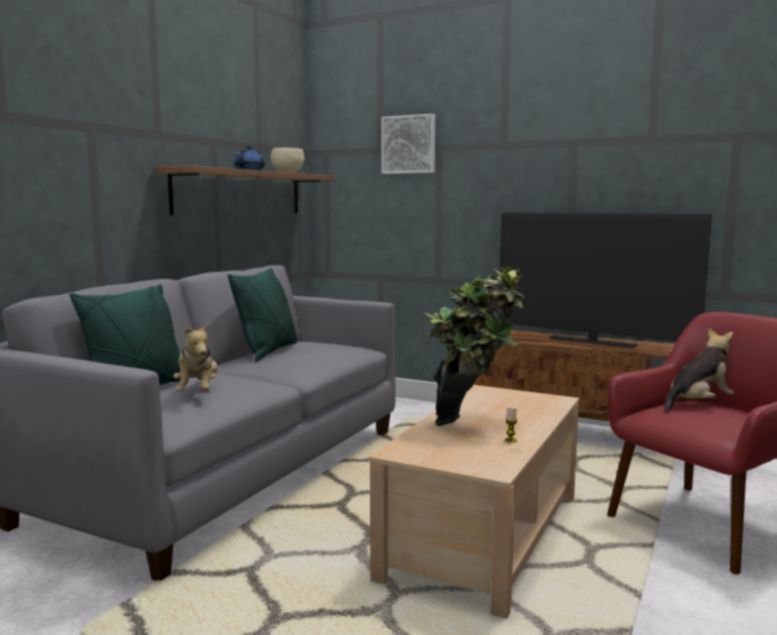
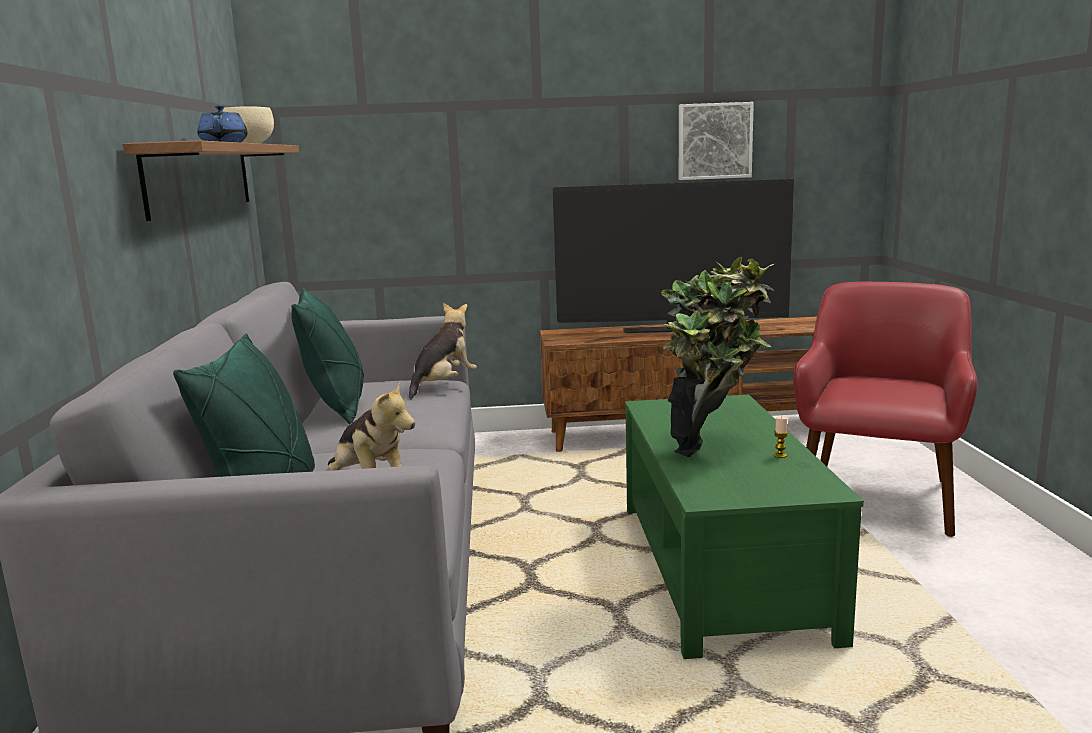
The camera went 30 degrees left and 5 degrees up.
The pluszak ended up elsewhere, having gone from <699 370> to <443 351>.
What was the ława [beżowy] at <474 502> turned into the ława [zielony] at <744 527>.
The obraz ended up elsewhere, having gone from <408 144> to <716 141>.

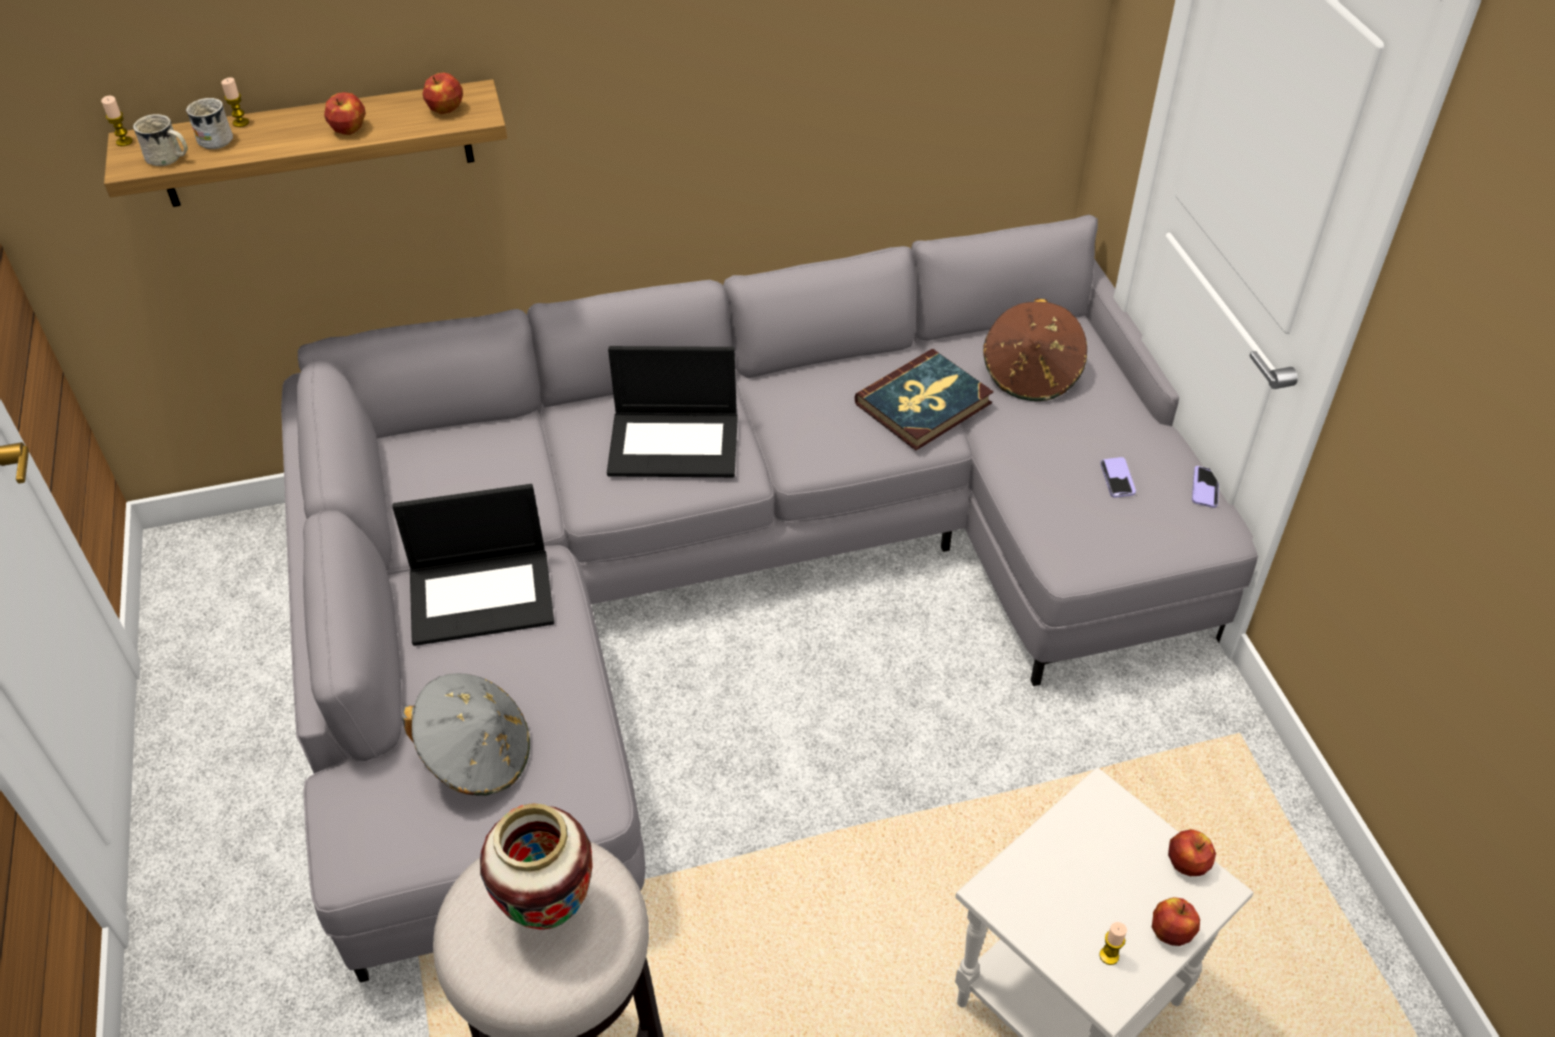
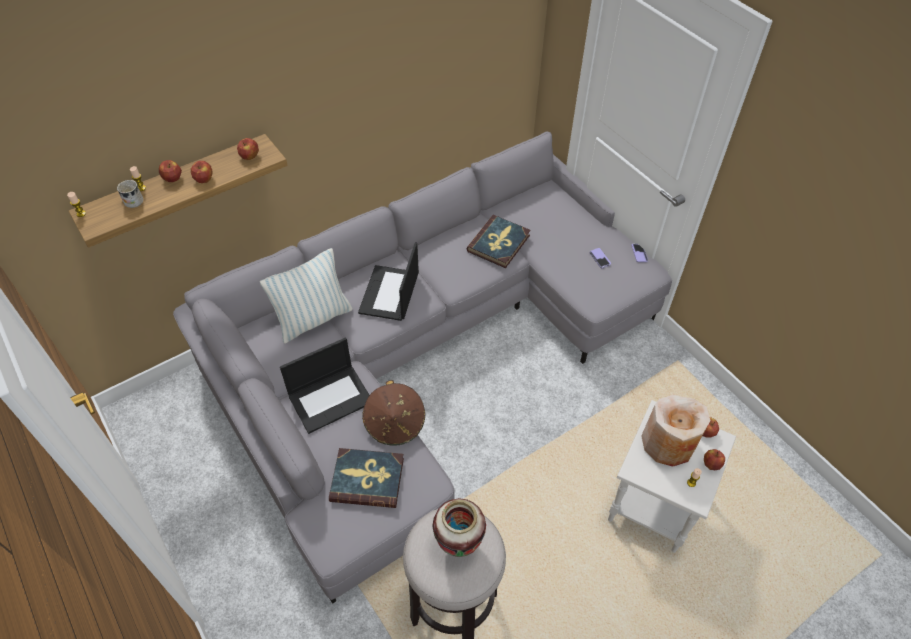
The camera went 20 degrees left and 5 degrees up.
The second view gained the jabłko at <170 171>.
The second view gained the poduszka at <306 296>.
Where the kapelusz [szary] stood at <466 734>, the książka came to stand at <366 478>.
The laptop at <672 411> ended up facing another way, 120 degrees clockwise from before.
The kapelusz [brązowy] ended up elsewhere, having gone from <1035 349> to <393 413>.
The second view gained the wazon [beżowy] at <676 431>.
The second view lost the kubek [biały] at <160 140>.

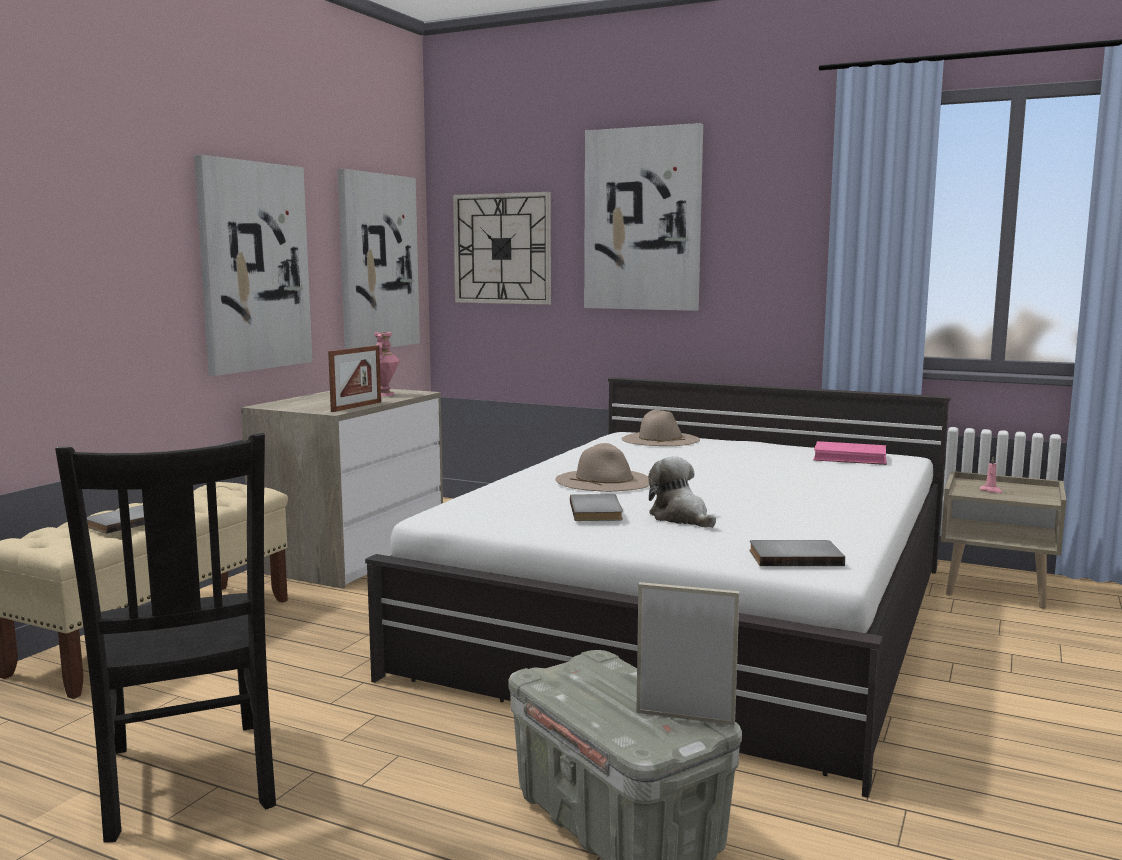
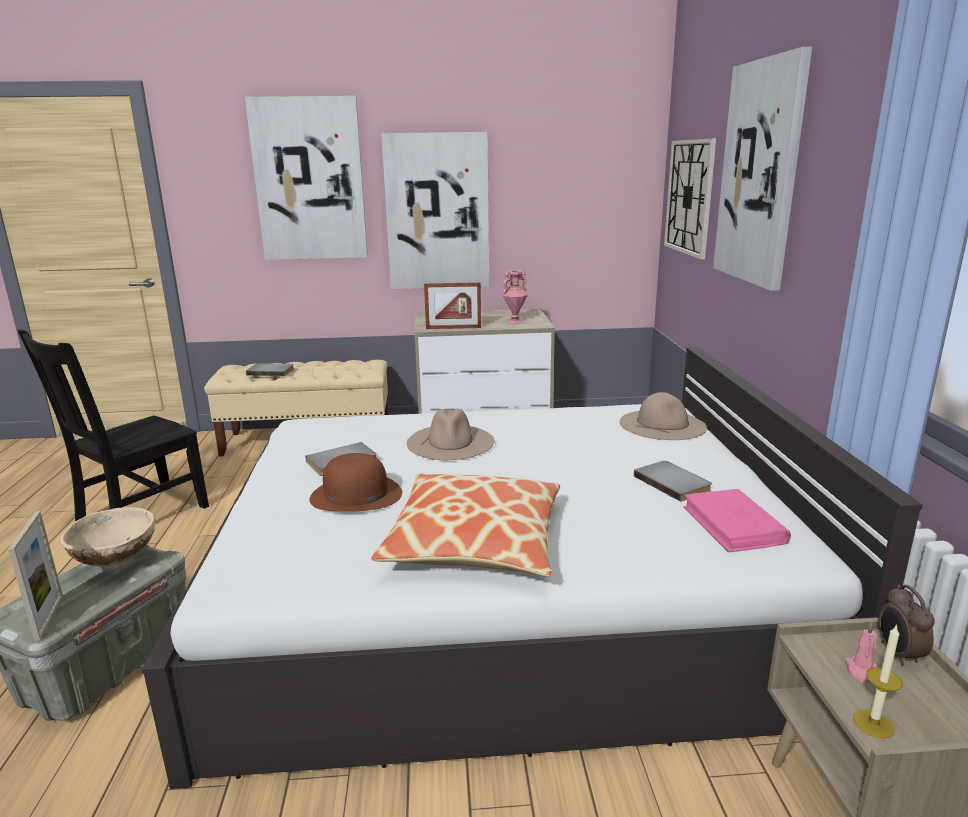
The camera went 60 degrees right and 10 degrees up.
The second view gained the miska [beżowy] at <107 536>.
The obraz ended up elsewhere, having gone from <379 259> to <306 178>.
Where the pluszak stood at <682 492>, the kapelusz [brązowy] came to stand at <355 482>.
The second view gained the poduszka at <465 525>.
The książka [szary] ended up elsewhere, having gone from <797 553> to <673 481>.
The second view gained the świeca at <878 681>.
The second view gained the budzik at <906 625>.

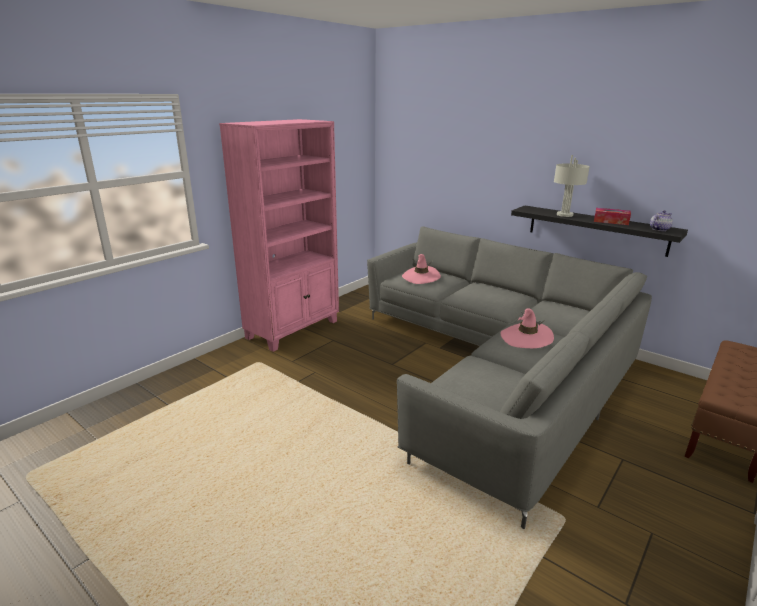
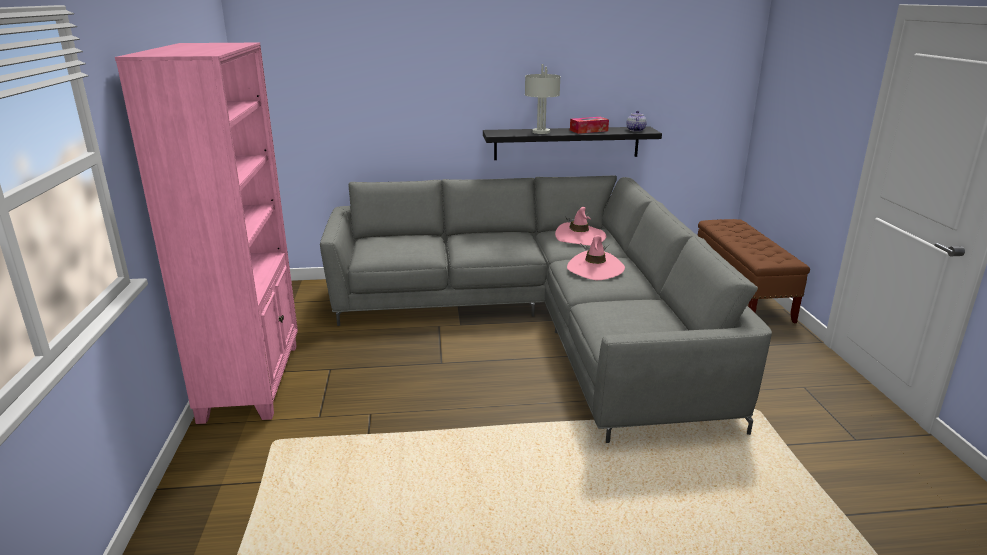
The camera went 45 degrees left and 0 degrees up.
The kapelusz [różowy] ended up elsewhere, having gone from <421 269> to <580 226>.

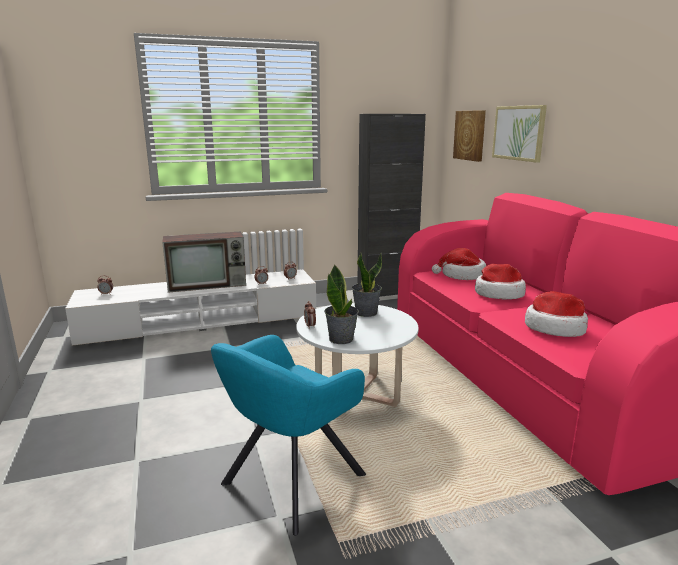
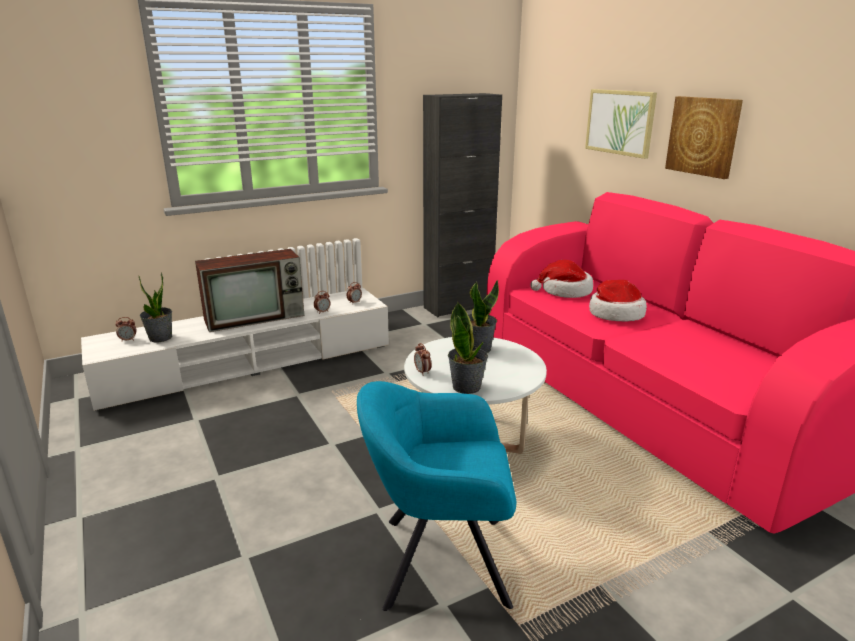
The camera went 10 degrees left and 5 degrees up.
The second view gained the roślina doniczkowa at <155 307>.
The fotel [turkusowy] at <288 435> ended up facing another way, 60 degrees clockwise from before.
The obraz ended up elsewhere, having gone from <469 136> to <704 137>.
The second view lost the kapelusz at <556 314>.

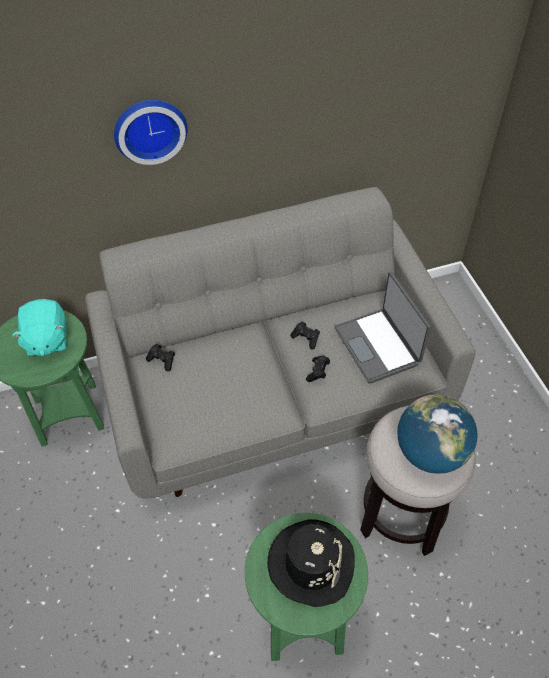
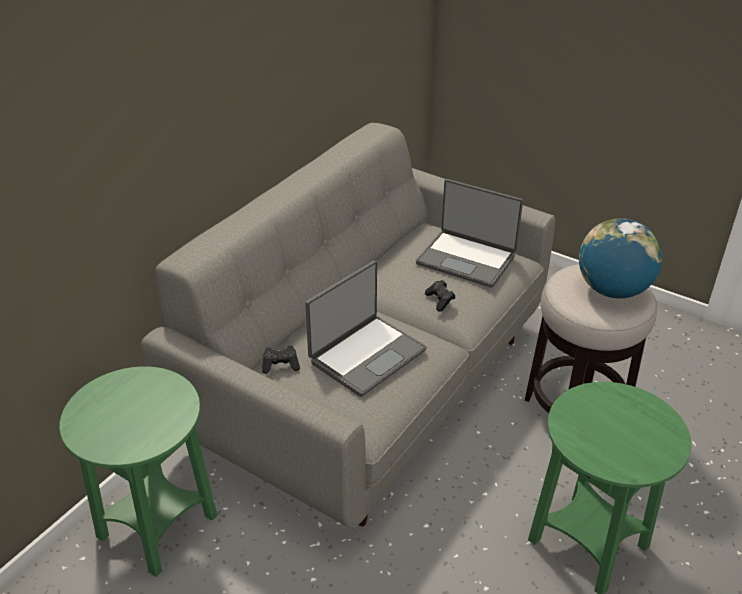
The camera went 40 degrees left and 15 degrees down.
The second view gained the laptop at <366 329>.
The second view lost the pluszak [turkusowy] at <39 327>.
The second view lost the zegar ścienny at <151 132>.
The second view lost the kapelusz [czarny] at <311 563>.
The second view lost the pad do gier [czarny] at <305 335>.

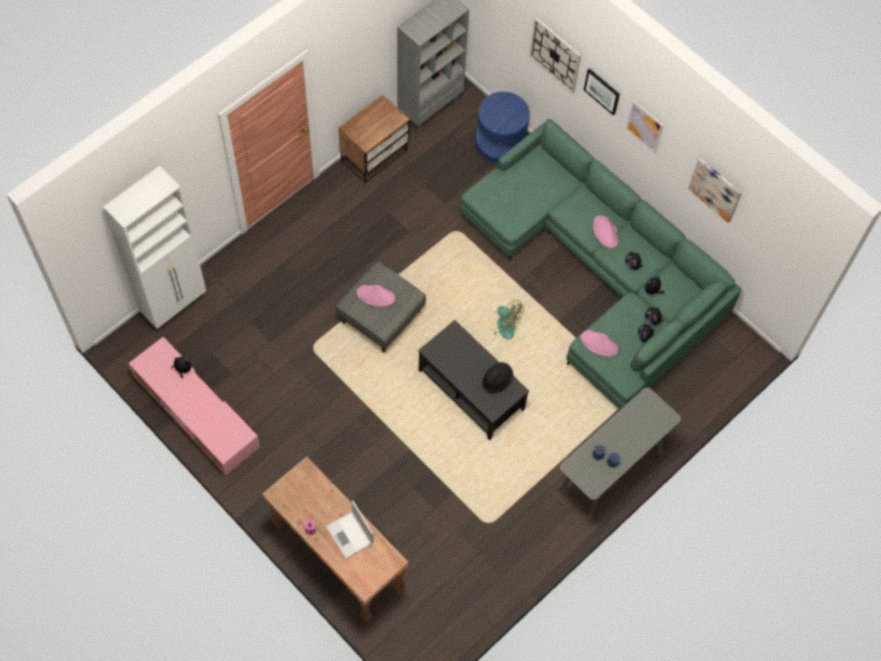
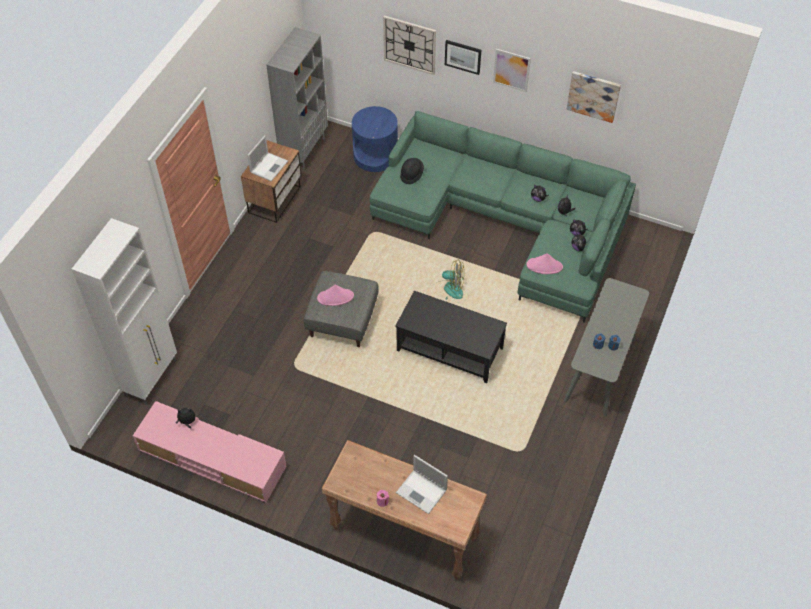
The camera went 20 degrees left and 10 degrees down.
The second view gained the laptop at <267 158>.
The kapelusz [czarny] ended up elsewhere, having gone from <497 377> to <412 171>.
The second view lost the kapelusz [różowy] at <605 232>.

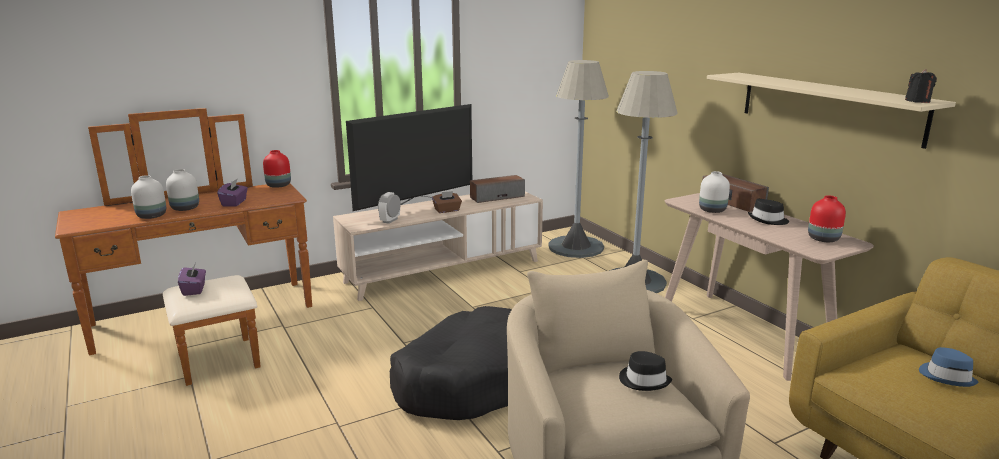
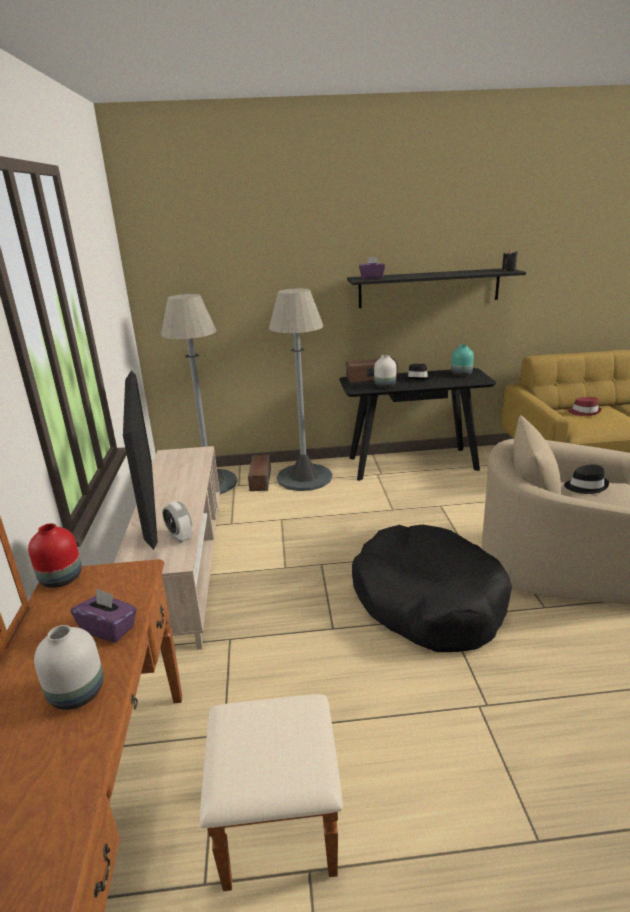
The camera went 65 degrees left and 5 degrees up.
The głośnik ended up elsewhere, having gone from <497 189> to <259 472>.
What was the stolik konsolowy [beżowy] at <769 287> turned into the stolik konsolowy [czarny] at <417 424>.
What was the półka [beżowy] at <831 111> turned into the półka [czarny] at <436 288>.
The pudełko chusteczek [fioletowy] ended up elsewhere, having gone from <192 279> to <372 268>.
What was the wazon [czerwony] at <827 218> turned into the wazon [turkusowy] at <462 361>.
What was the kapelusz [niebieski] at <949 367> turned into the kapelusz [czerwony] at <585 406>.
The second view lost the wazon [biały] at <148 197>.
The second view lost the pudełko chusteczek [brązowy] at <447 202>.

